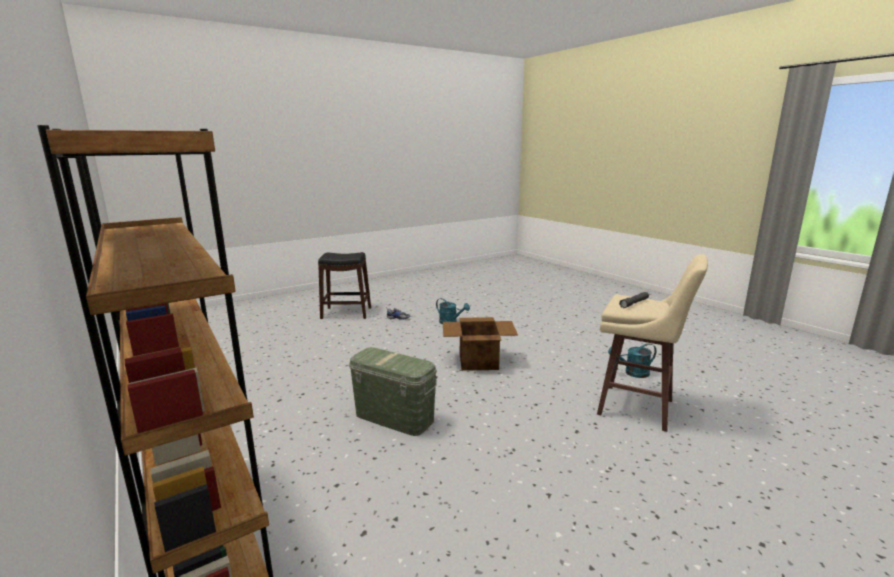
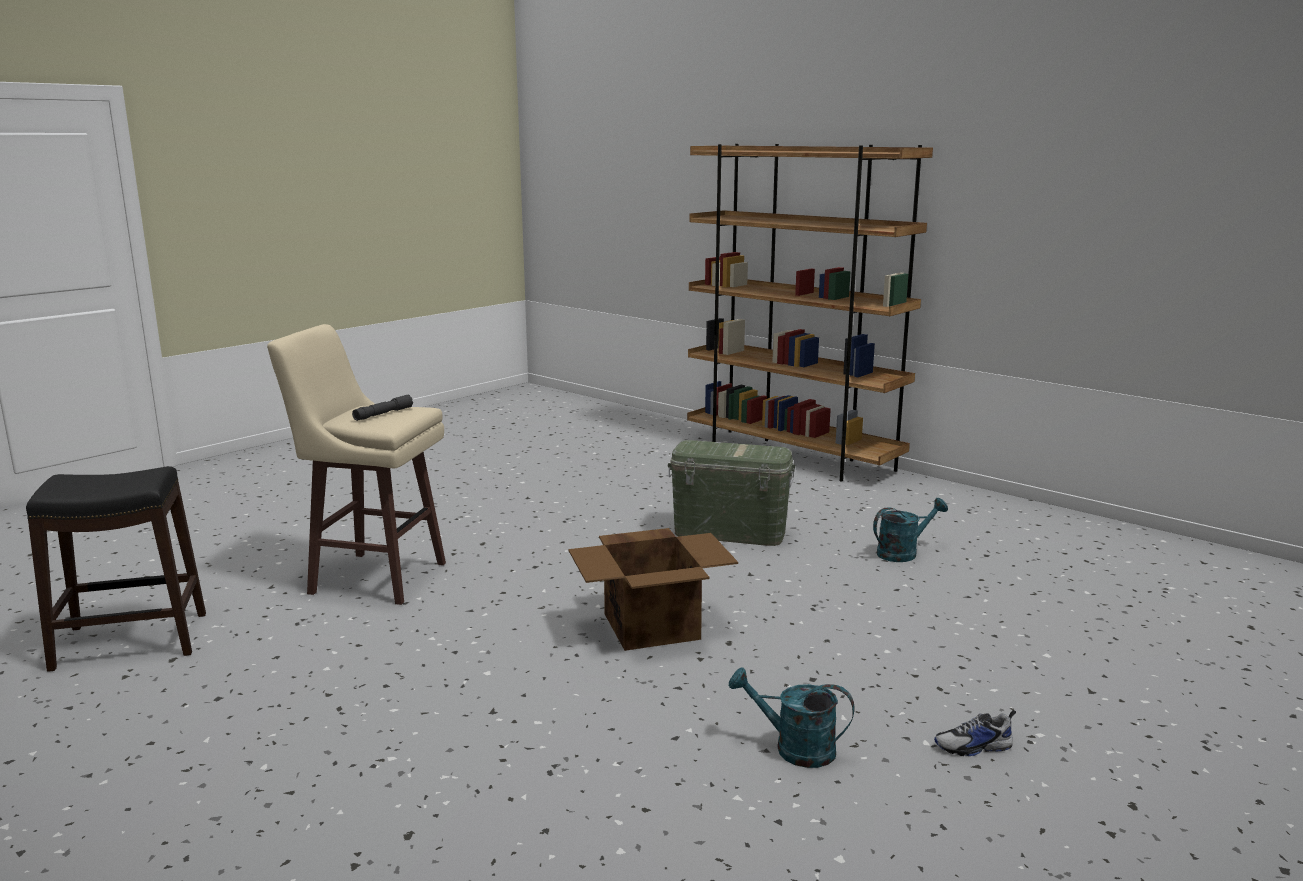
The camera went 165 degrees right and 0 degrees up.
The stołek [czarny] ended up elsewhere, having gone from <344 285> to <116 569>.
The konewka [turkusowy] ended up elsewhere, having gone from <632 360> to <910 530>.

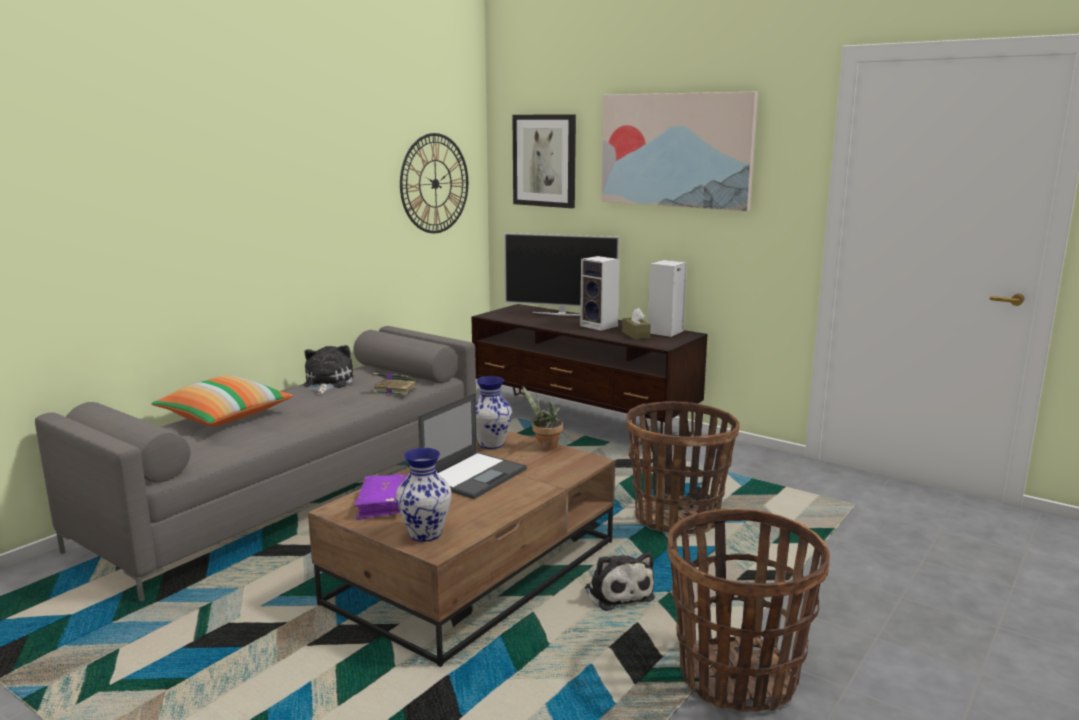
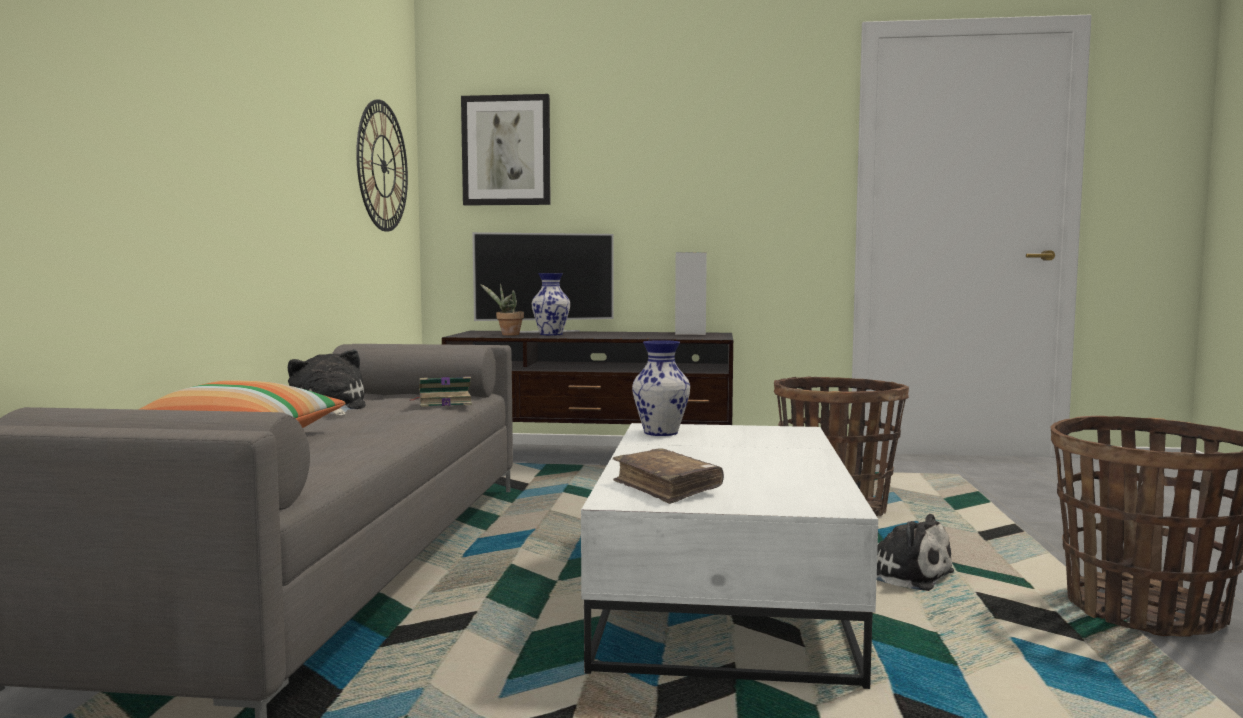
The camera went 30 degrees left and 10 degrees down.
The roślina doniczkowa ended up elsewhere, having gone from <542 418> to <502 310>.
The wazon ended up elsewhere, having gone from <424 495> to <551 304>.
What was the ława [brązowy] at <461 549> turned into the ława [biały] at <729 556>.
What was the książka [fioletowy] at <380 497> turned into the książka [brązowy] at <668 476>.
The second view lost the laptop at <472 446>.
The second view lost the głośnik at <600 293>.
The second view lost the obraz at <679 151>.
The second view lost the pudełko chusteczek [brązowy] at <636 323>.

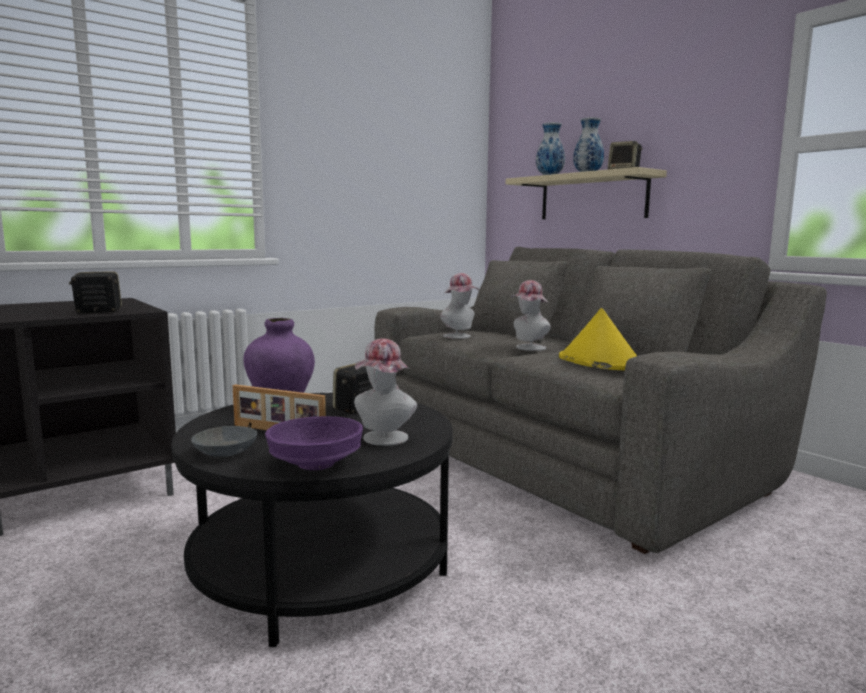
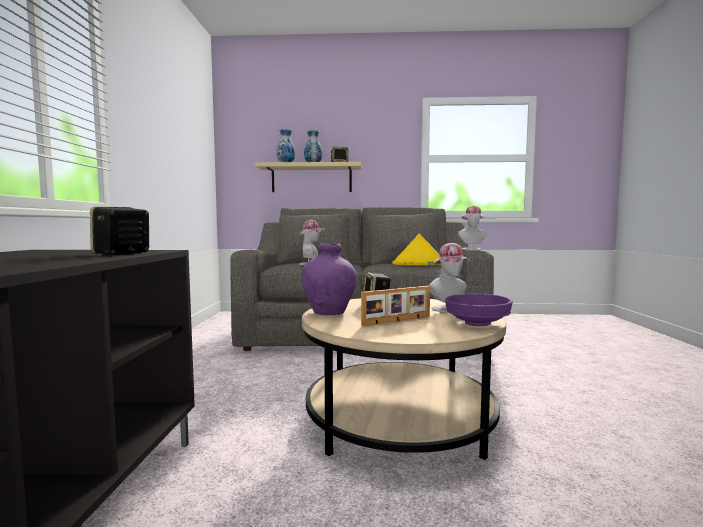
The camera went 50 degrees left and 5 degrees down.
What was the ława [czarny] at <312 520> turned into the ława [beżowy] at <404 379>.
The kapelusz ended up elsewhere, having gone from <531 315> to <472 227>.
The second view lost the miska [szary] at <224 441>.

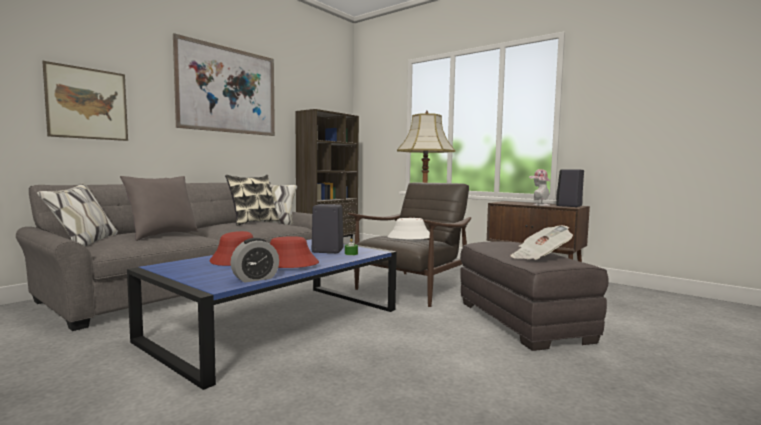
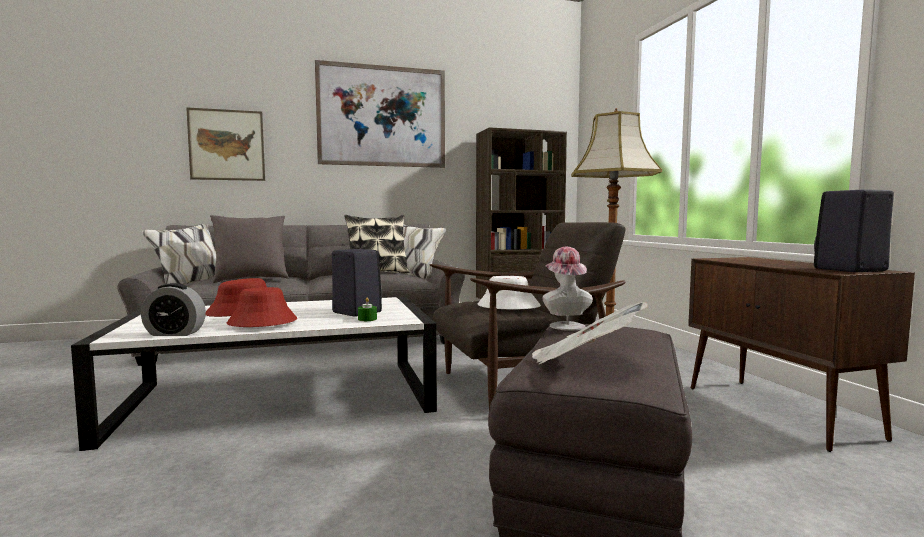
The camera went 35 degrees right and 0 degrees up.
What was the ława [niebieski] at <262 314> turned into the ława [biały] at <254 374>.
The kapelusz ended up elsewhere, having gone from <539 187> to <567 288>.

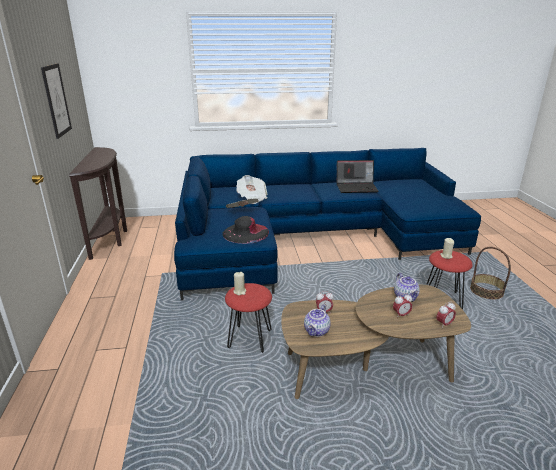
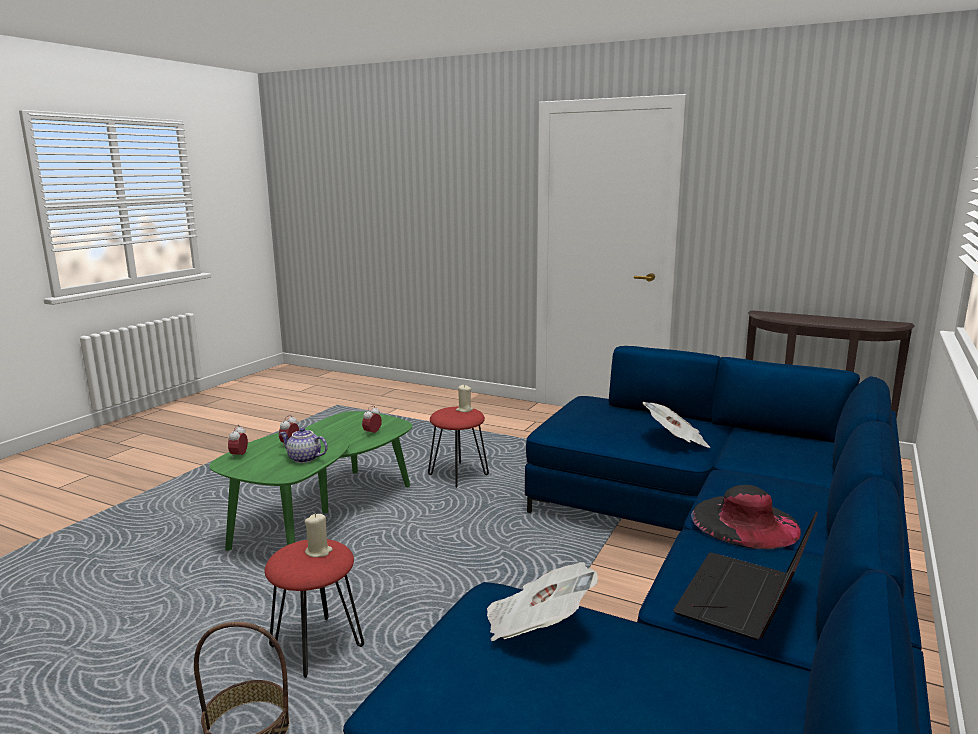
The camera went 125 degrees right and 10 degrees down.
What was the ława [brązowy] at <376 342> turned into the ława [zielony] at <311 481>.
The gazeta ended up elsewhere, having gone from <252 189> to <542 601>.
The kapelusz [czarny] ended up elsewhere, having gone from <246 230> to <746 517>.
The second view lost the obraz at <56 101>.
The second view lost the imbryk at <317 321>.

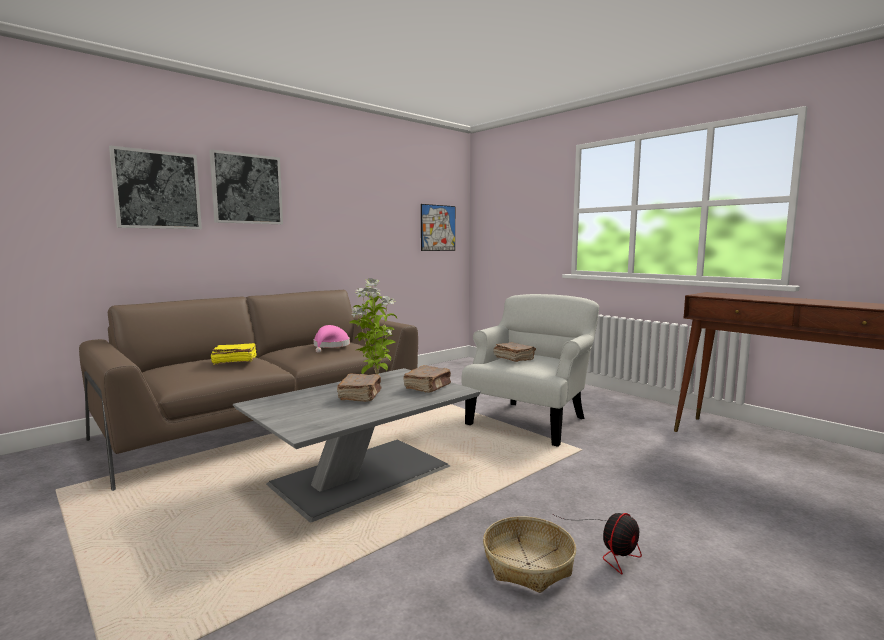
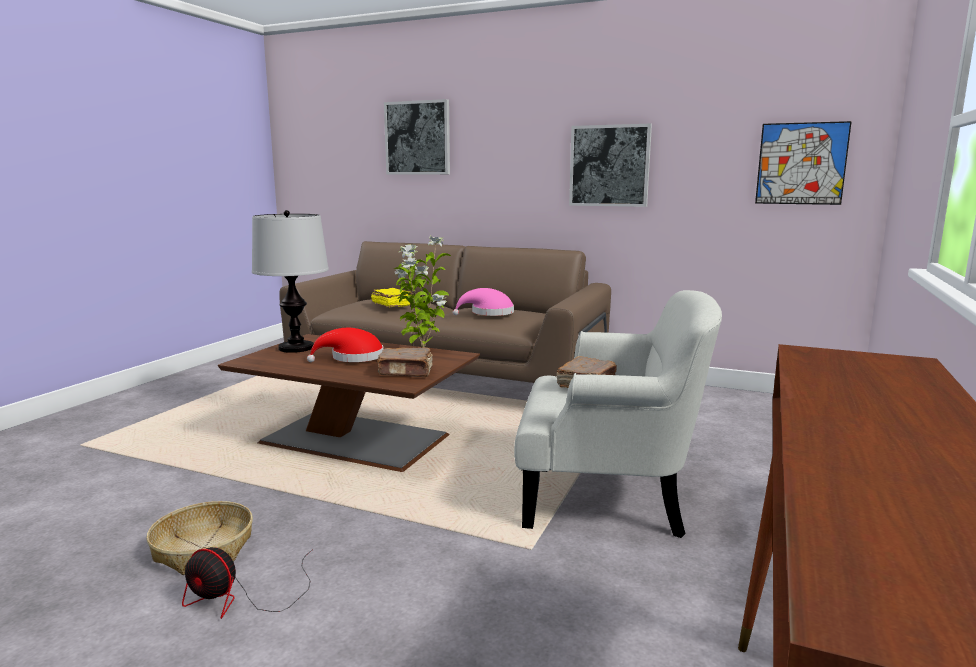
The camera went 65 degrees right and 5 degrees up.
What was the ława [szary] at <357 445> turned into the ława [brązowy] at <349 403>.
The second view gained the lampa stołowa at <290 281>.
Where the książka [brązowy] stood at <359 387>, the kapelusz [czerwony] came to stand at <345 345>.
The obraz ended up elsewhere, having gone from <246 186> to <610 165>.

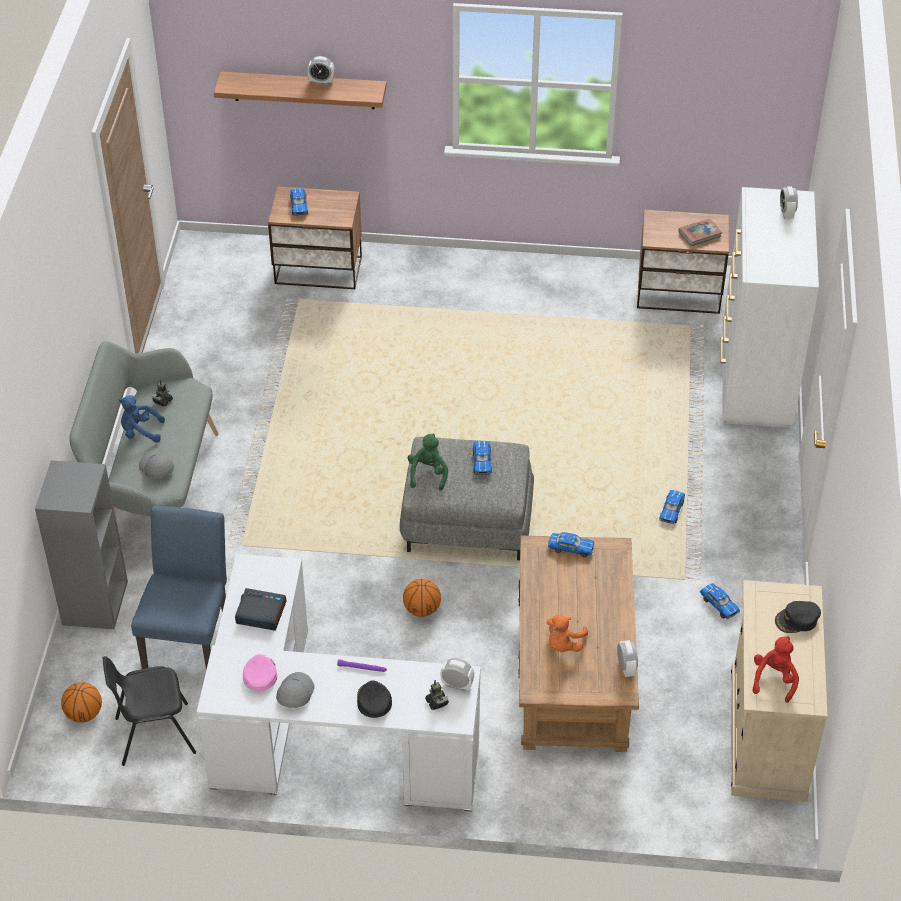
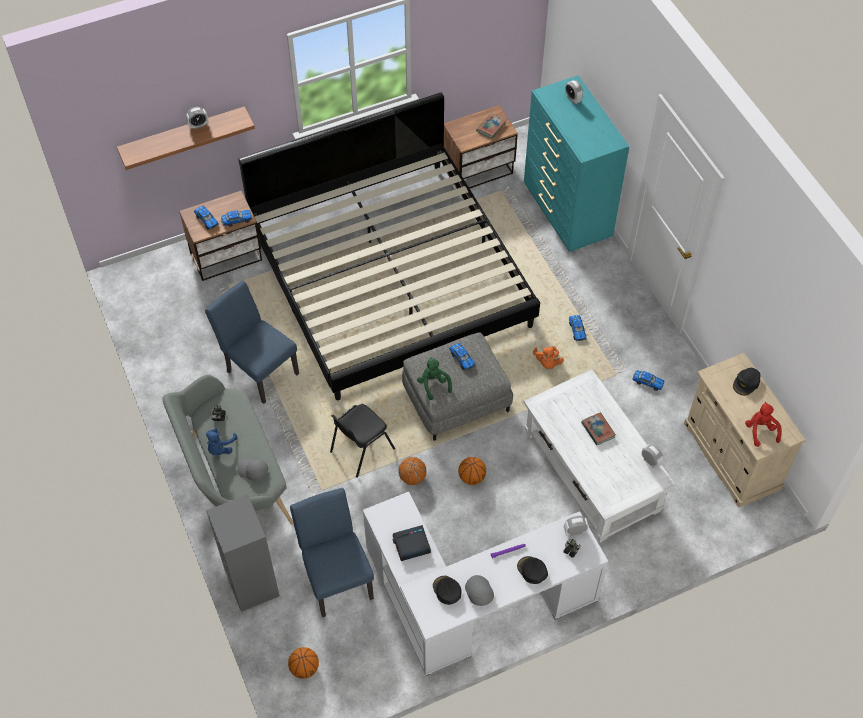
The camera went 30 degrees left and 10 degrees up.
The second view gained the krzesło [niebieski] at <252 342>.
The pluszak [niebieski] at <142 419> ended up facing another way, 45 degrees counterclockwise from before.
The samochodzik ended up elsewhere, having gone from <571 544> to <236 218>.
The second view gained the łóżko at <389 246>.
The krzesło [czarny] ended up elsewhere, having gone from <149 711> to <362 441>.
The second view gained the piłka do koszykówki at <412 471>.
What was the czapka z daszkiem [różowy] at <260 672> turned into the czapka z daszkiem [czarny] at <447 590>.
What was the komoda [biały] at <769 307> turned into the komoda [turkusowy] at <576 163>.
What was the ława [brązowy] at <578 644> turned into the ława [biały] at <599 455>.
The pluszak [pomarańczowy] ended up elsewhere, having gone from <567 633> to <548 357>.
The second view gained the książka at <598 428>.

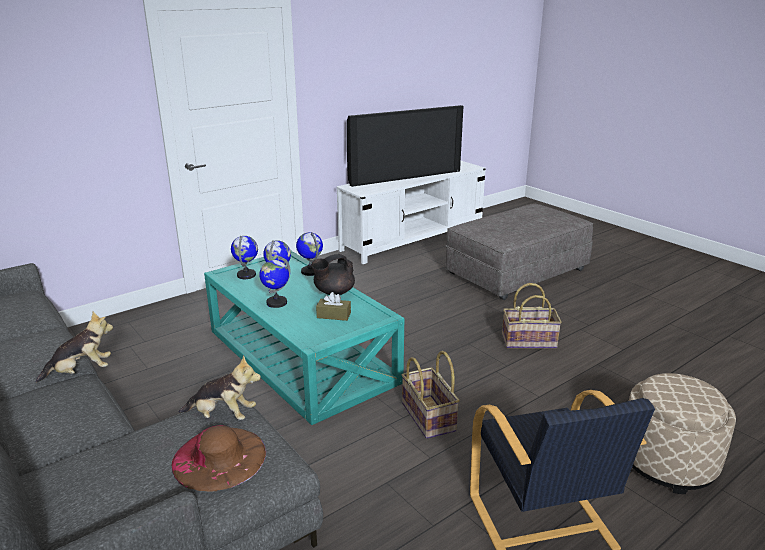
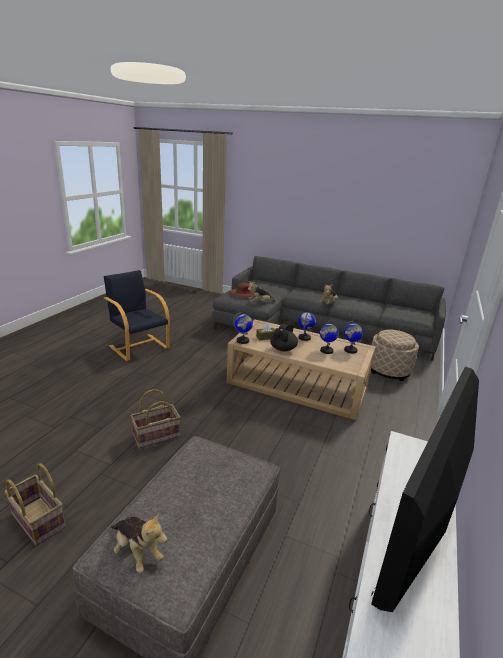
The camera went 150 degrees right and 0 degrees up.
The koszyk ended up elsewhere, having gone from <431 395> to <35 504>.
The second view gained the pluszak at <138 543>.
What was the ława [turkusowy] at <304 337> turned into the ława [beżowy] at <301 370>.
The globus ended up elsewhere, having gone from <309 254> to <243 328>.
The pufa [beżowy] ended up elsewhere, having gone from <682 433> to <395 355>.

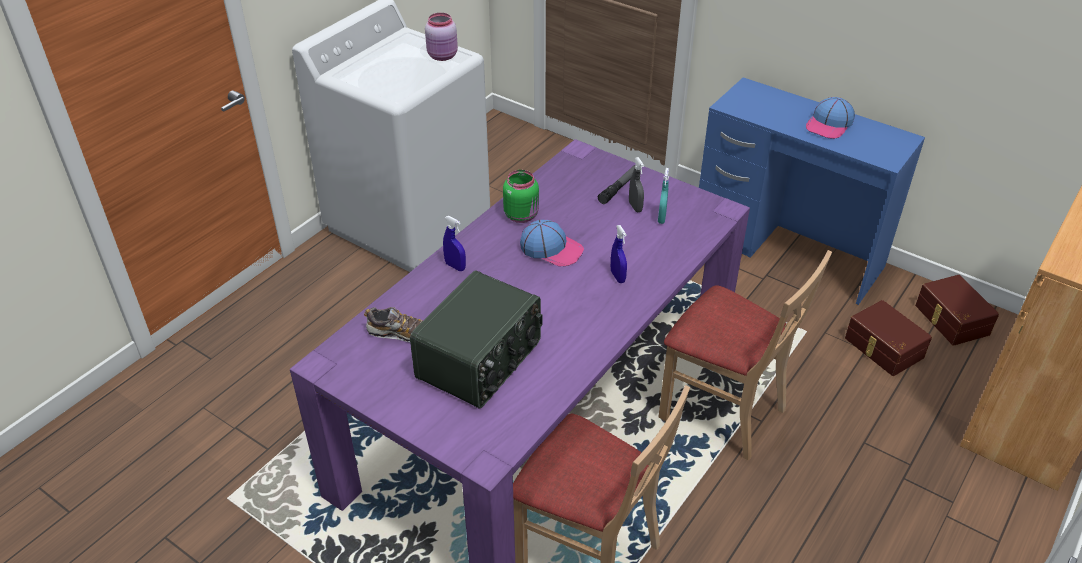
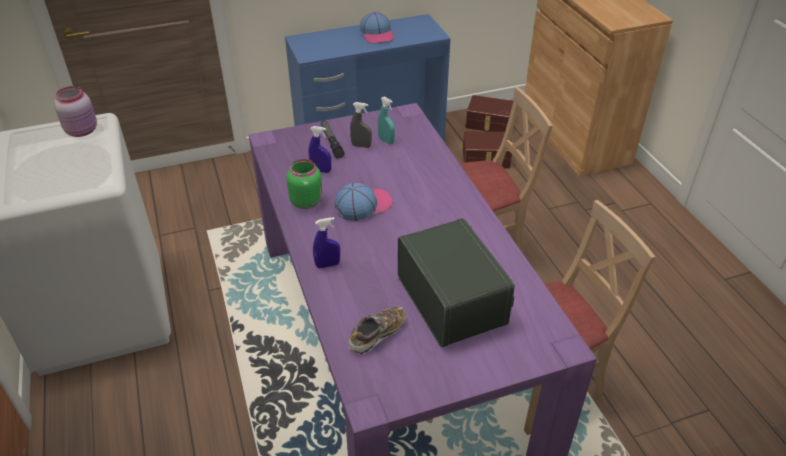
The camera went 55 degrees left and 0 degrees up.
The spryskiwacz [niebieski] ended up elsewhere, having gone from <619 254> to <319 149>.

